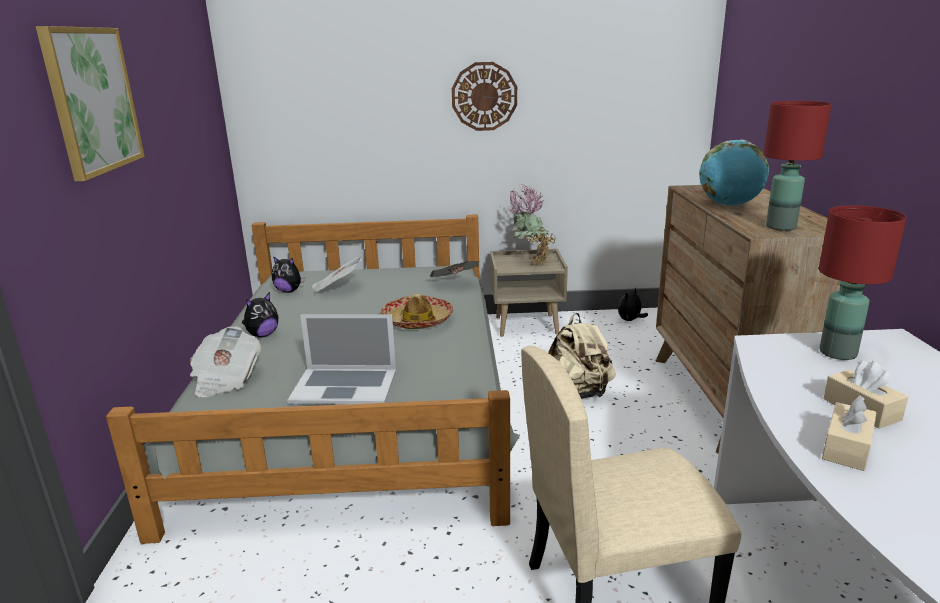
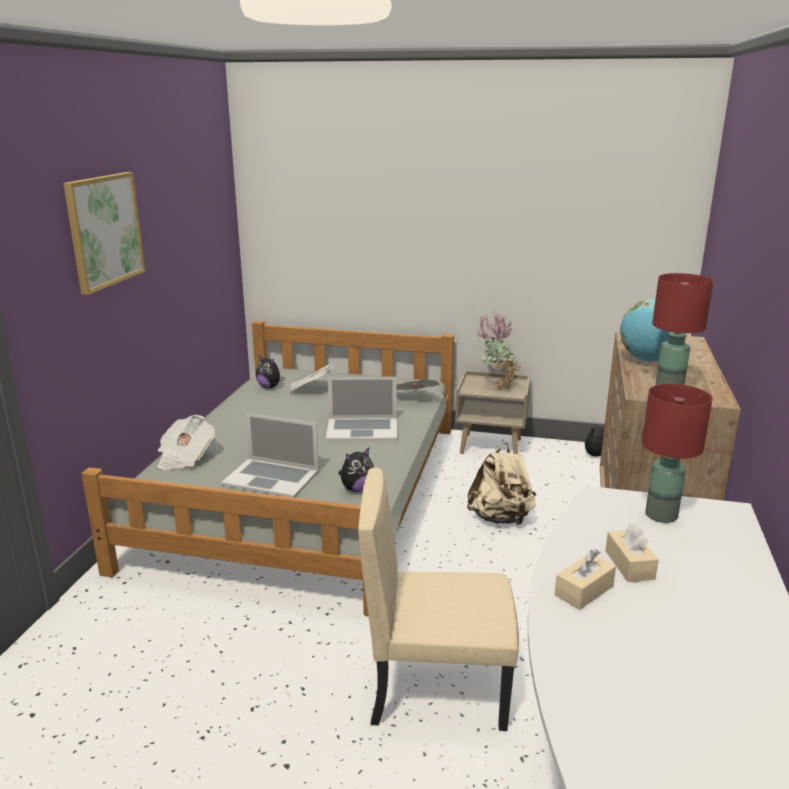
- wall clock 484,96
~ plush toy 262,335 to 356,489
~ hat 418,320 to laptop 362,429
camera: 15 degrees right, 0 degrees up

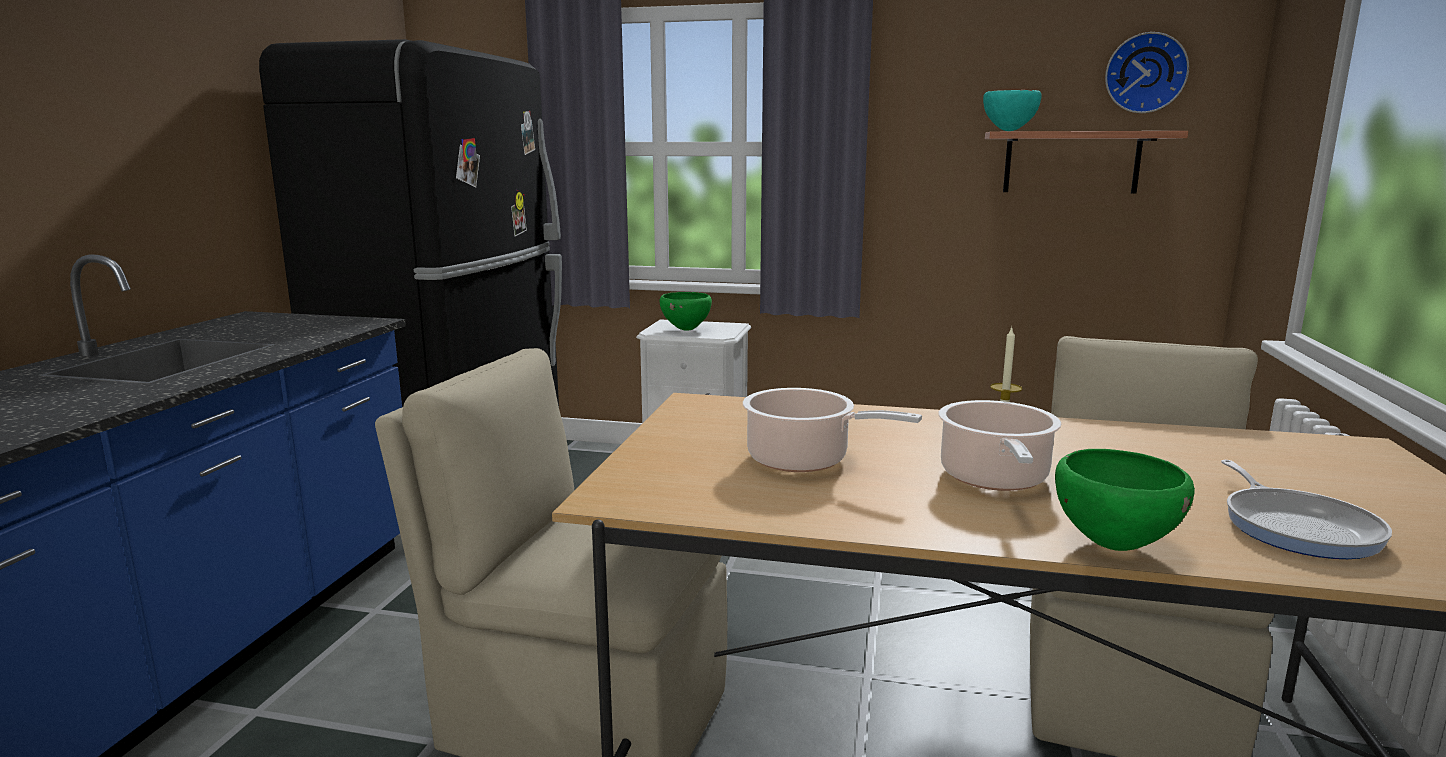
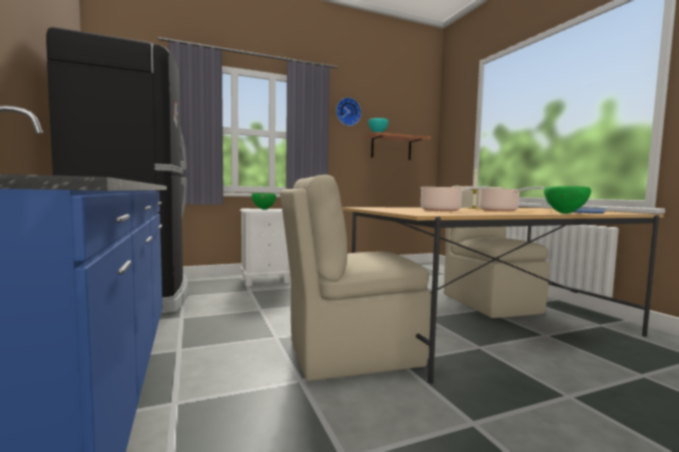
~ wall clock 1145,73 to 347,112
camera: 35 degrees left, 10 degrees down

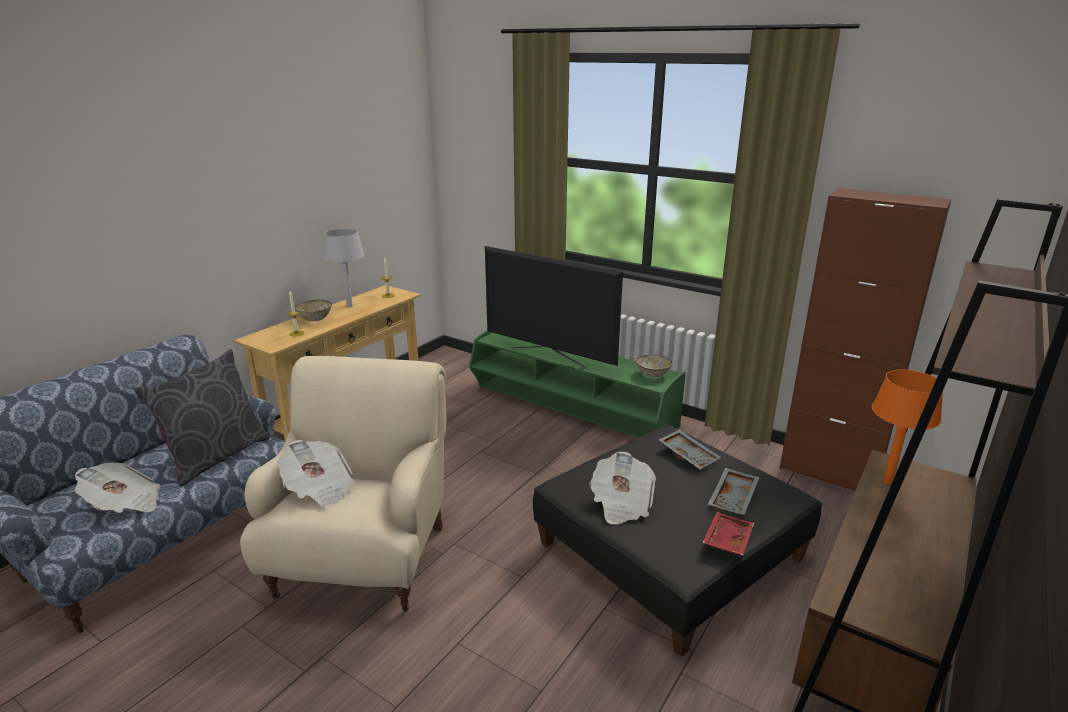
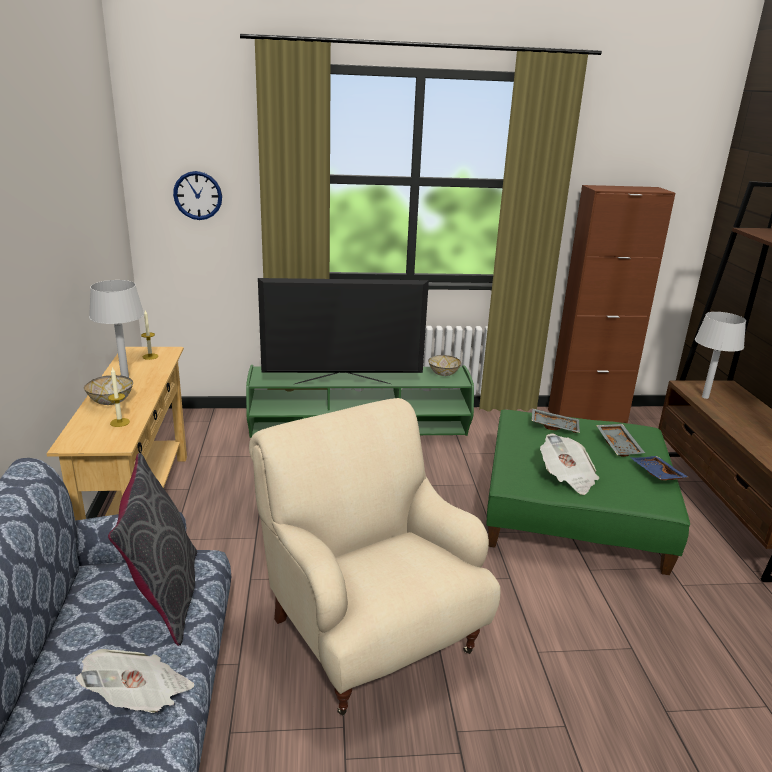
~ orange table lamp 887,481 to grey table lamp 704,397
~ black ottoman 669,550 to green ottoman 572,509
- newspaper 319,489
~ red tray 726,540 to blue tray 655,474
+ wall clock 198,195
camera: 40 degrees left, 0 degrees up

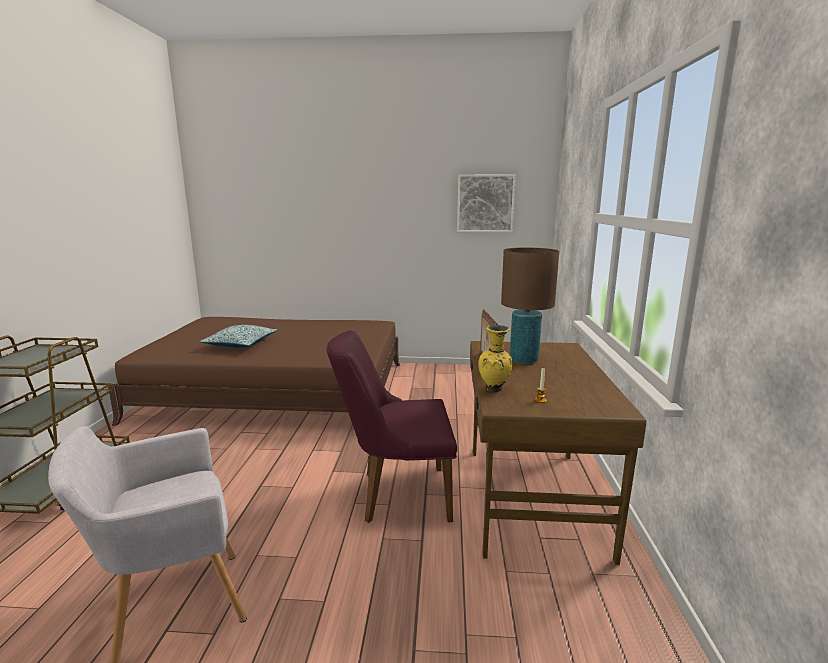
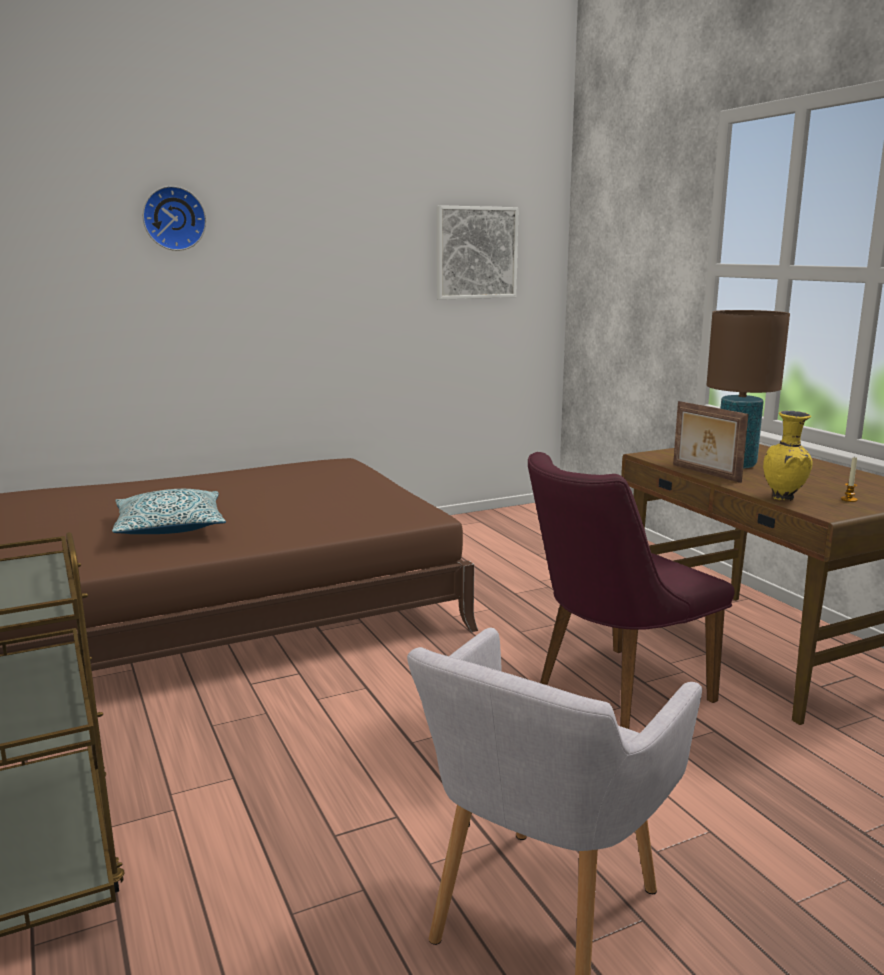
+ wall clock 173,218
camera: 30 degrees left, 0 degrees up

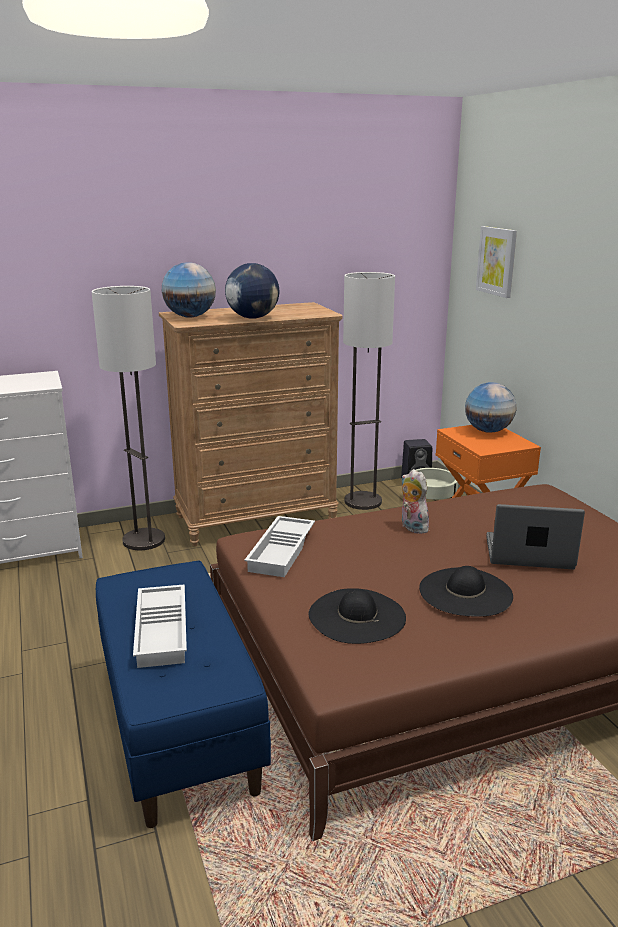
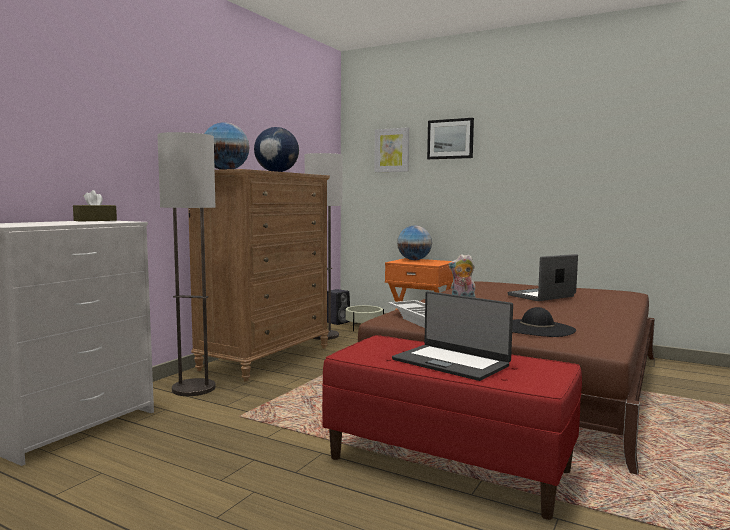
~ blue bench 180,725 to red bench 448,464
- black hat 465,592
~ white tray 163,631 to laptop 451,362
+ picture 450,139
+ brown tissue box 95,220
camera: 40 degrees left, 15 degrees down

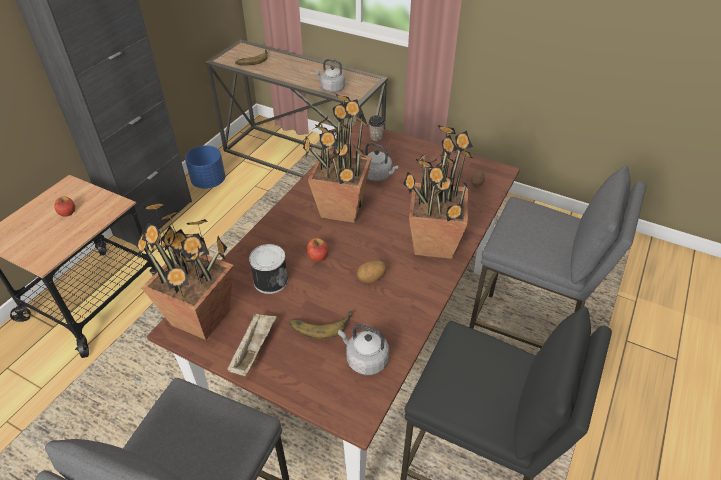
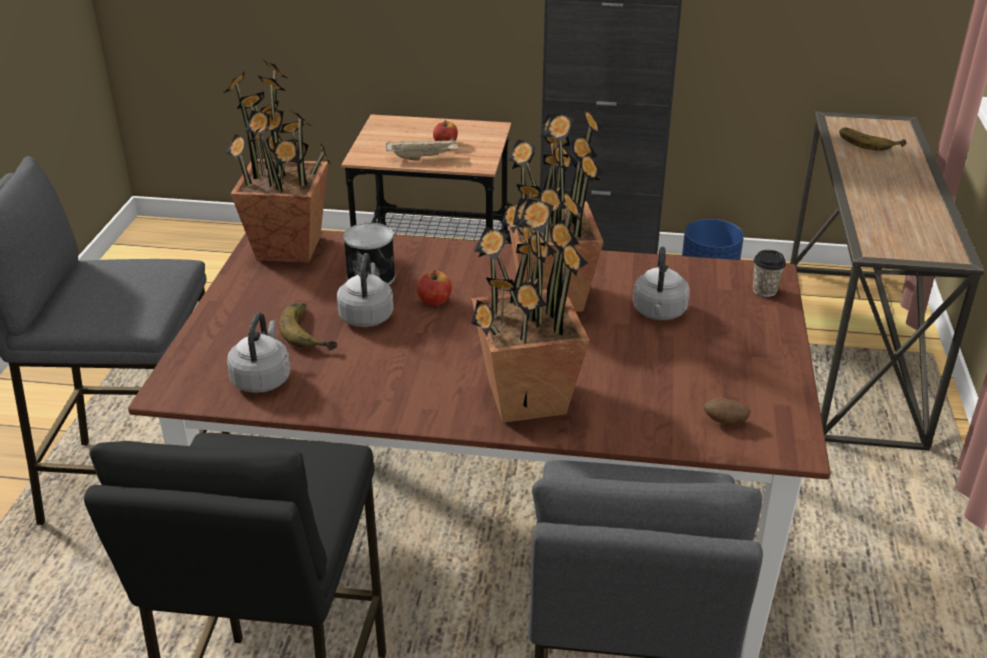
~ grey kettle 331,88 to 367,315
- potato 371,278
~ beige tray 253,349 to 423,157
camera: 70 degrees right, 10 degrees down

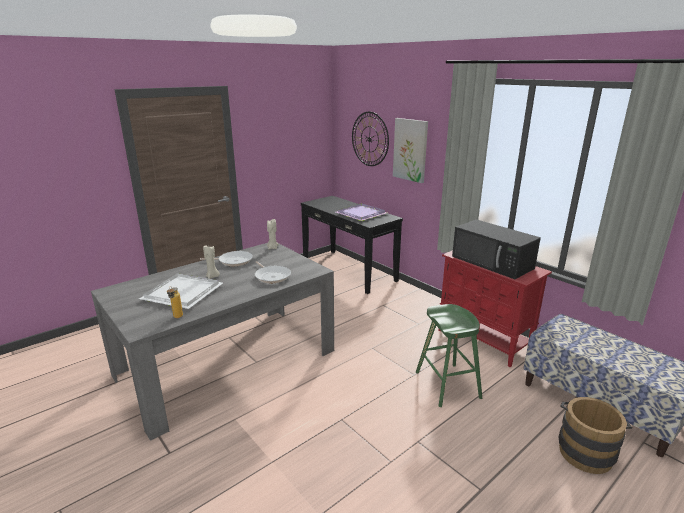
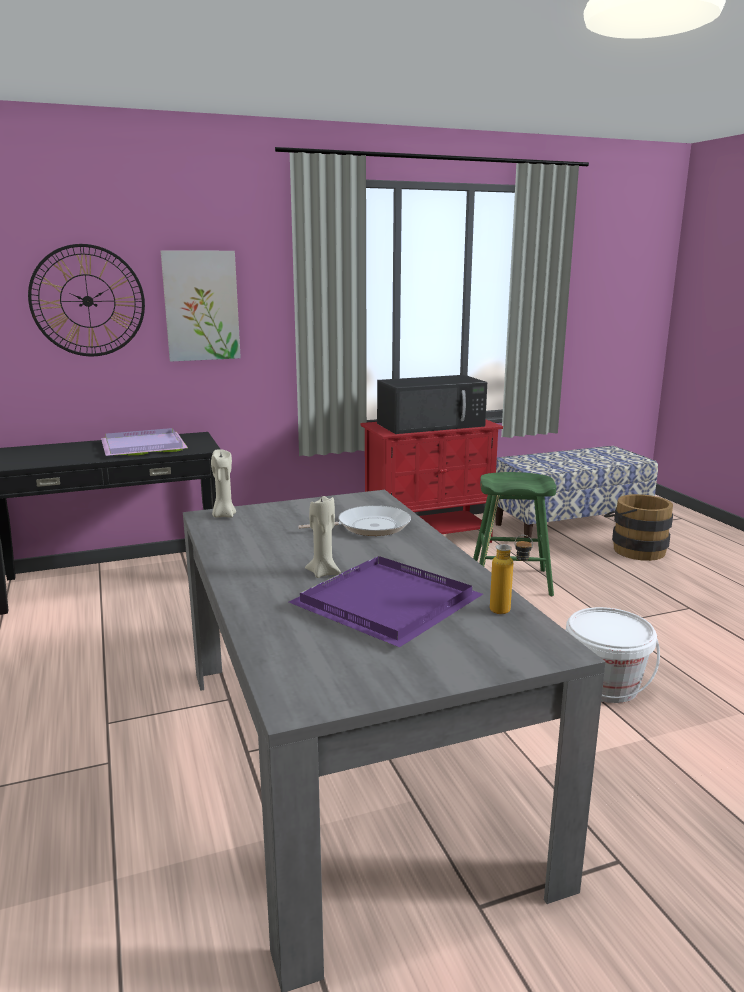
- frying pan 233,261
~ white tray 181,293 to purple tray 387,605
+ white bucket 604,685
camera: 70 degrees left, 5 degrees down

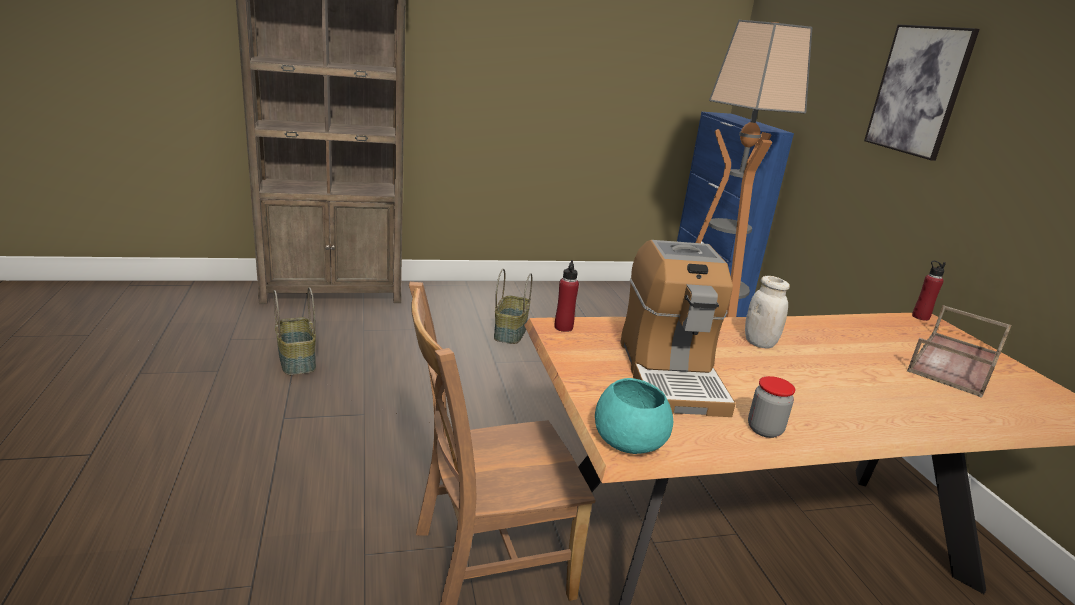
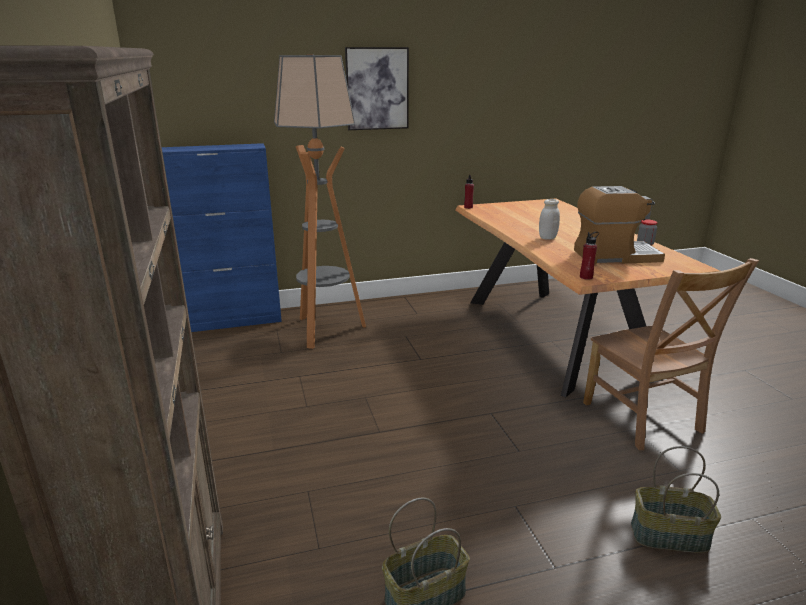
~ basket 509,332 to 669,537
- brown tray 956,364
- turquoise bowl 628,440
camera: 90 degrees left, 0 degrees up

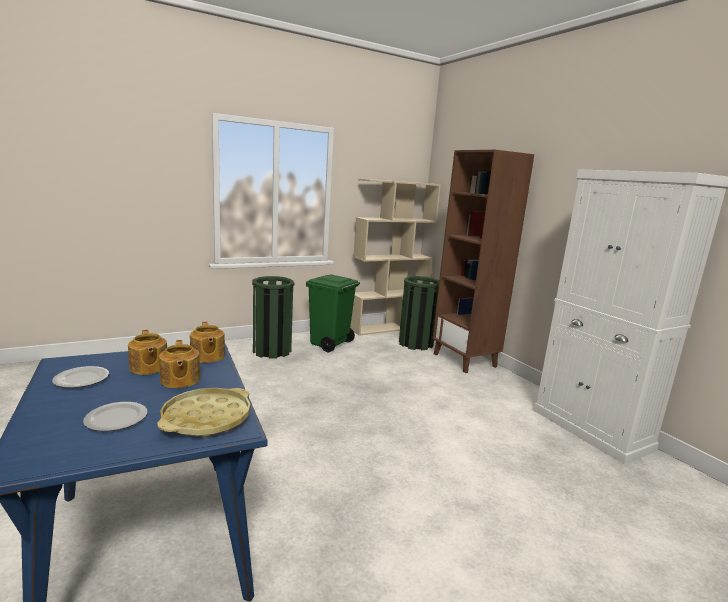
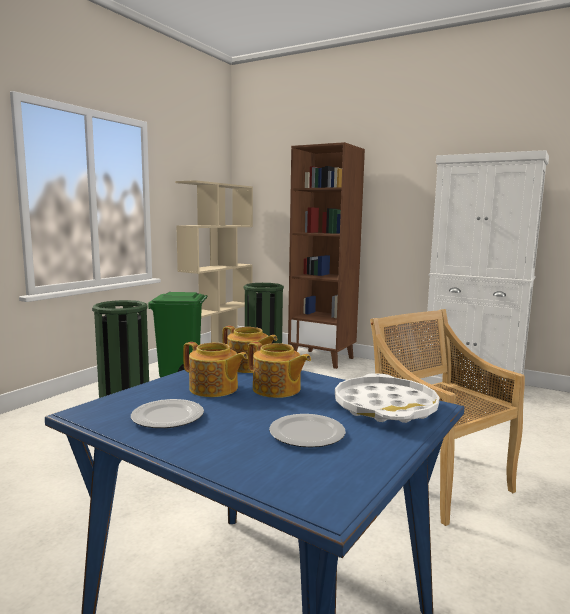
~ yellow tray 207,418 to white tray 385,407
+ beige chair 436,481
camera: 30 degrees left, 5 degrees down

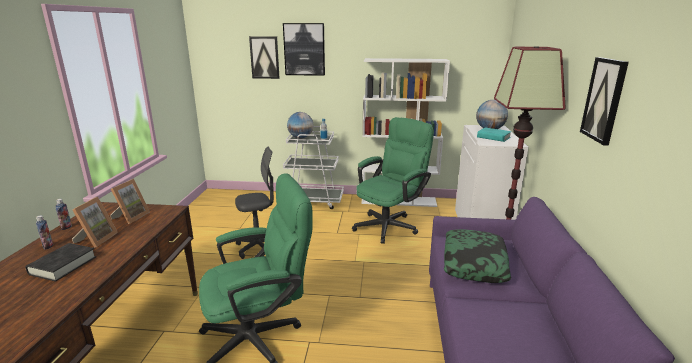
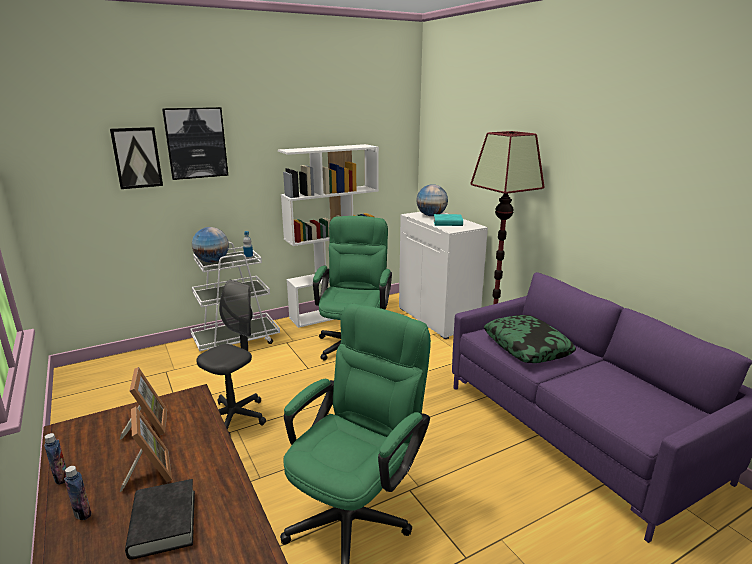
- picture 604,100
camera: 35 degrees left, 0 degrees up

